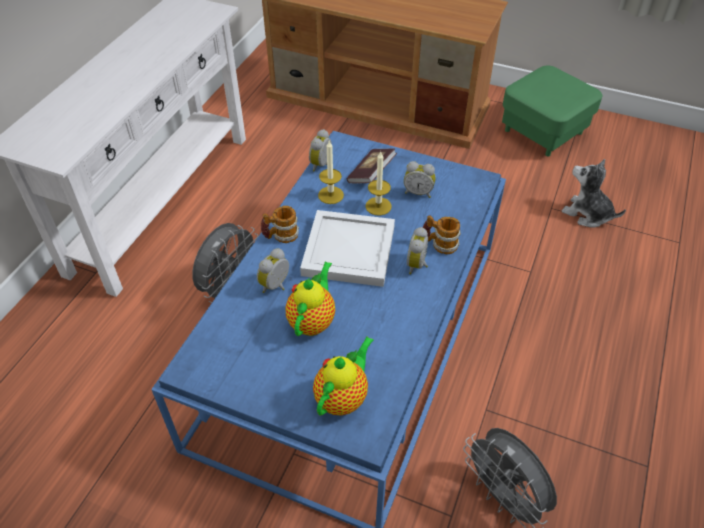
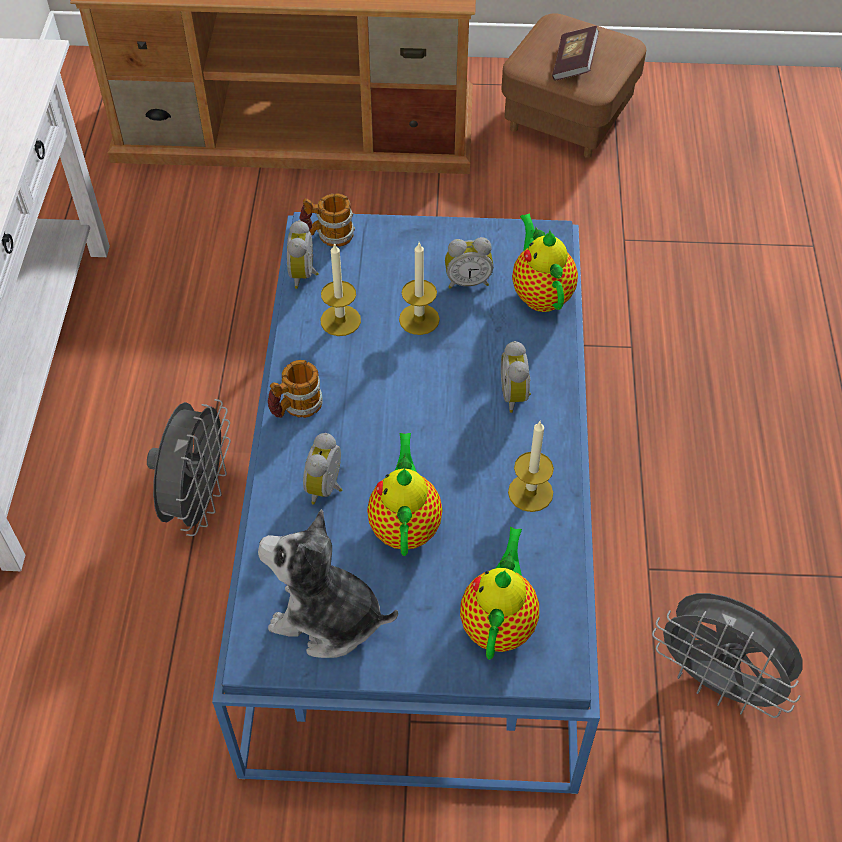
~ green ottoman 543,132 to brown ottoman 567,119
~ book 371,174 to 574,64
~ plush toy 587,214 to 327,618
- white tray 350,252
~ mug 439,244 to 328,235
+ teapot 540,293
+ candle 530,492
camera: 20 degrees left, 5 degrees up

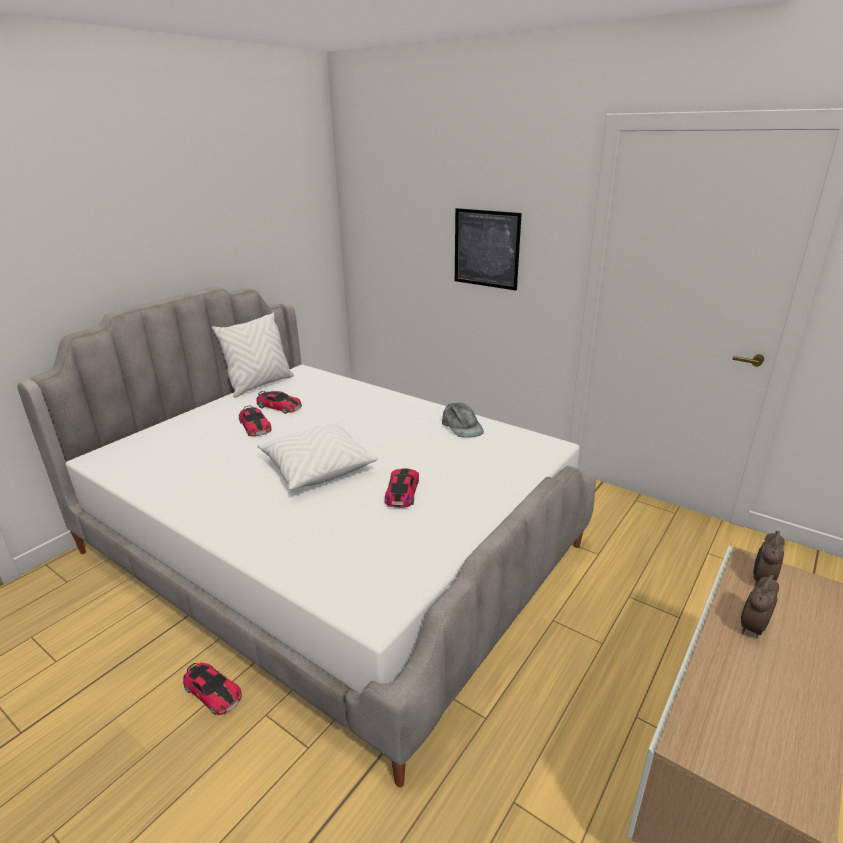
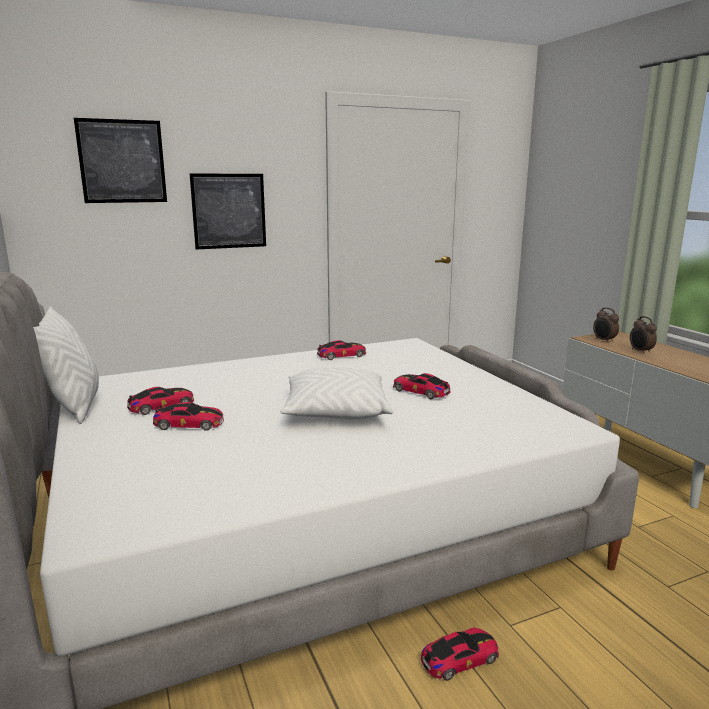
~ grey cap 461,427 to toy car 341,355
+ picture 122,161
camera: 60 degrees left, 10 degrees down

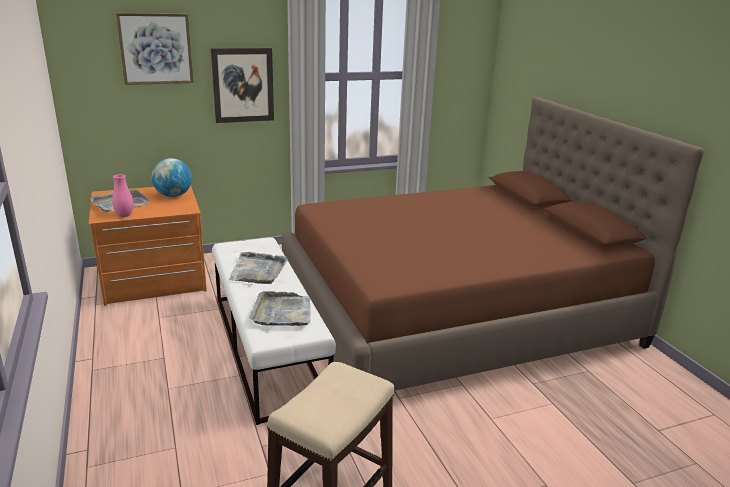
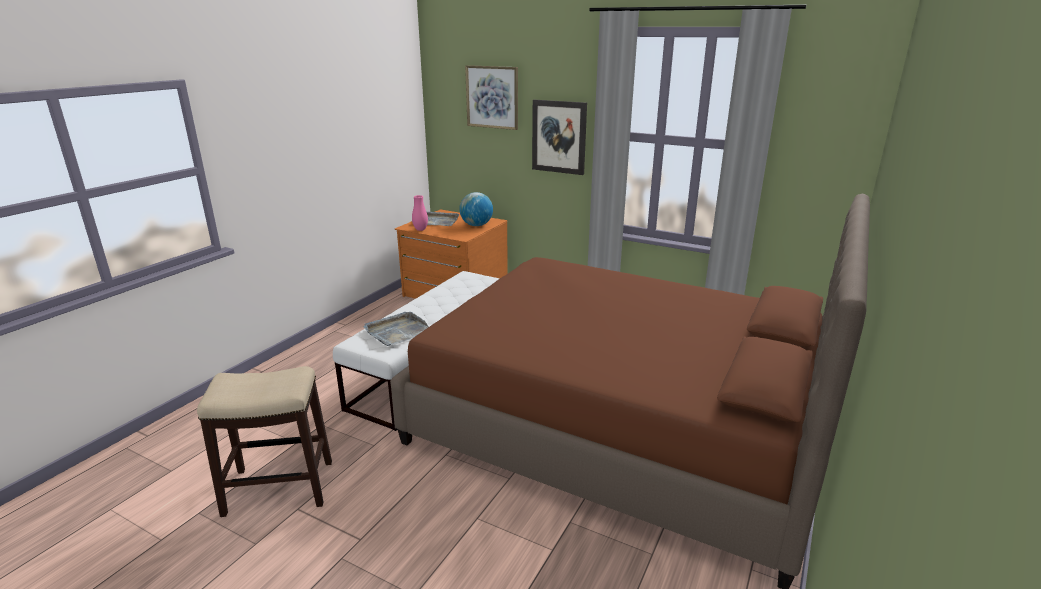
- grey tray 258,270
camera: 50 degrees right, 0 degrees up

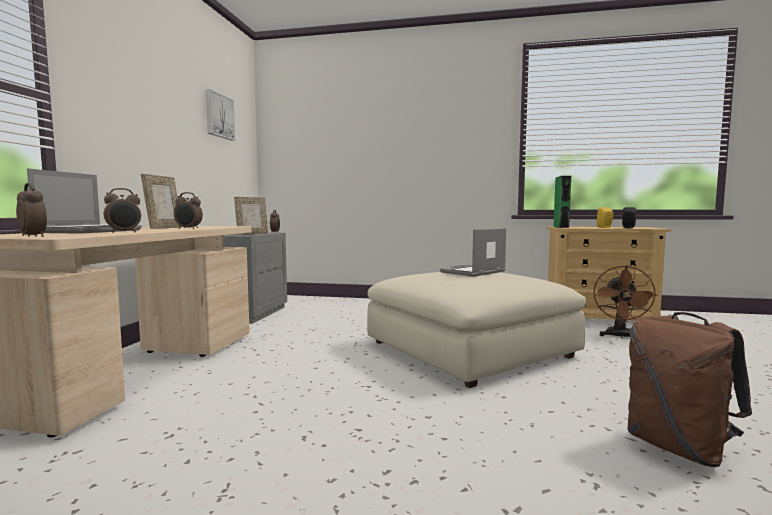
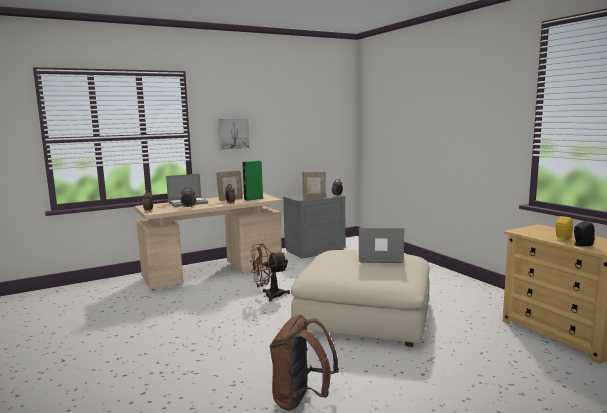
~ picture 219,116 to 233,134
~ green speaker 561,227 to 253,199
~ brown fan 620,336 to 269,296
camera: 50 degrees right, 5 degrees up

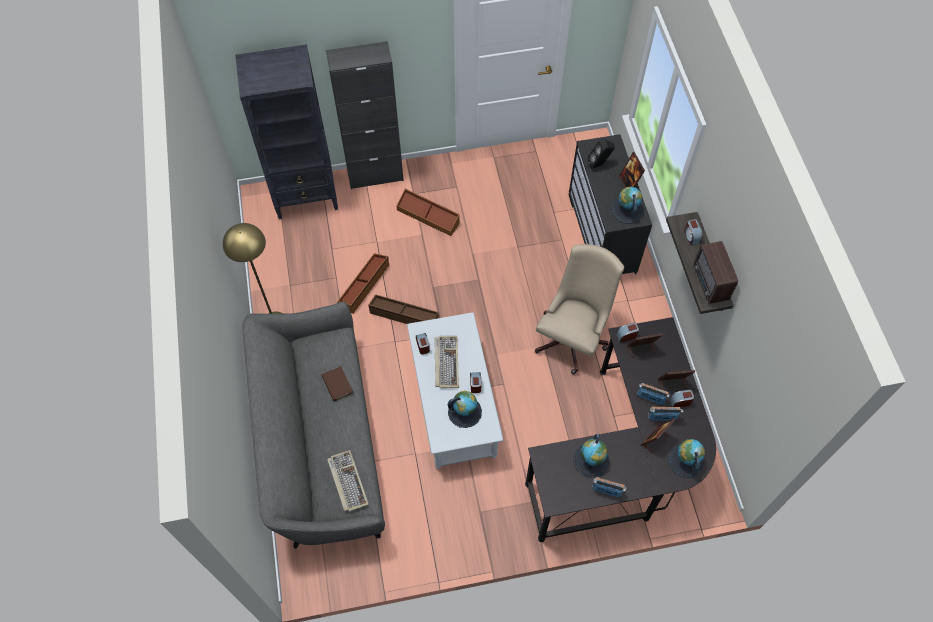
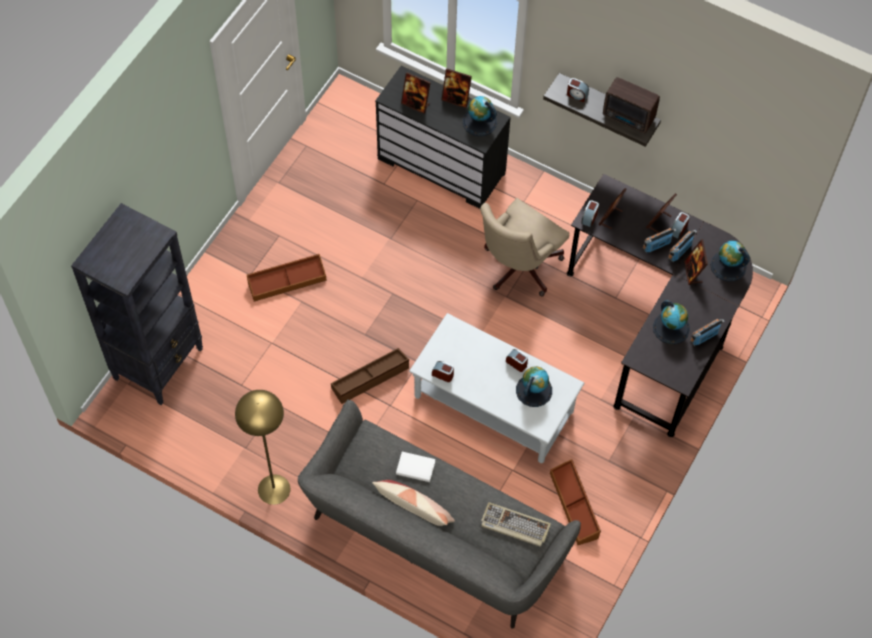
- black cabinet 375,175
~ black speaker 599,164 to picture frame 415,104
~ beige office chair 573,337 = 517,268 120 degrees counterclockwise
~ brown storage box 364,285 to 575,505
- keyboard 446,362
~ brown book 337,384 to white book 415,468
+ pillow 414,509
camera: 50 degrees left, 0 degrees up

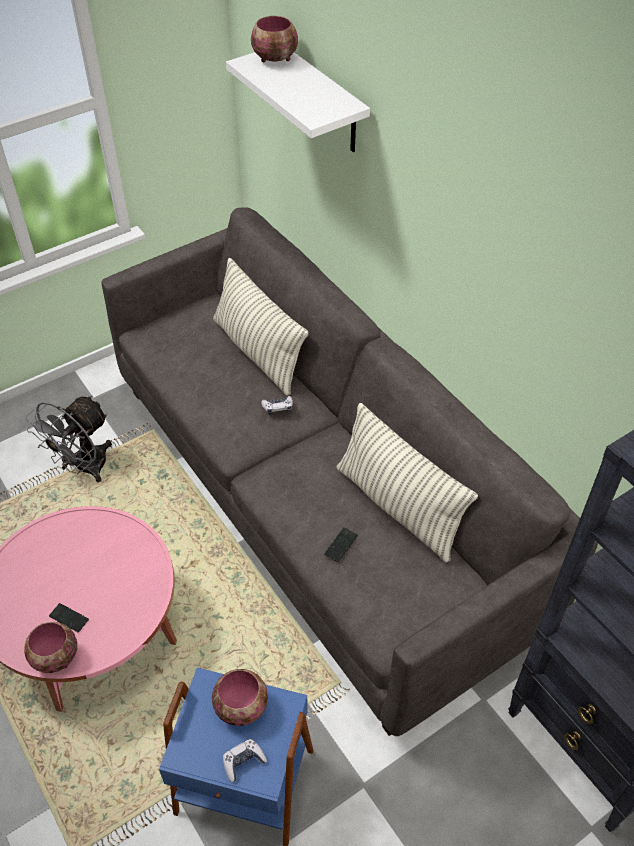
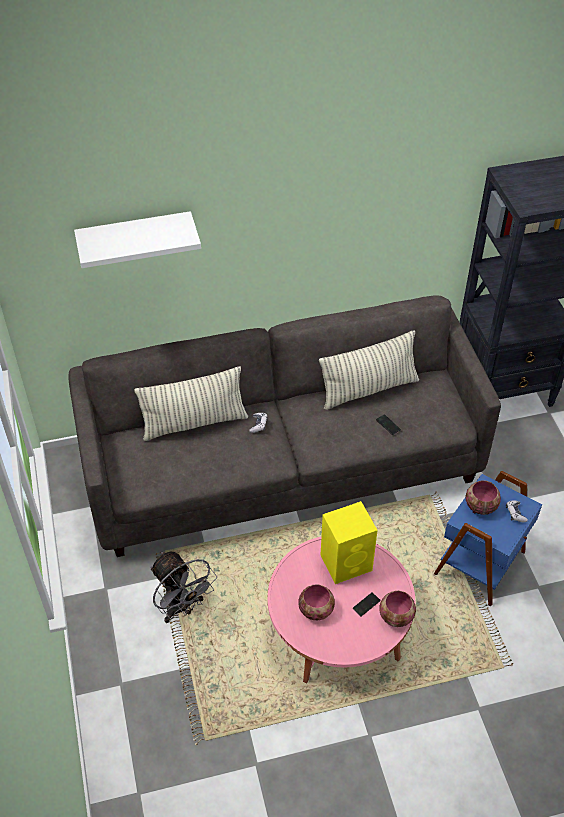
~ bowl 276,59 to 316,609
+ yellow speaker 347,562
camera: 70 degrees left, 0 degrees up

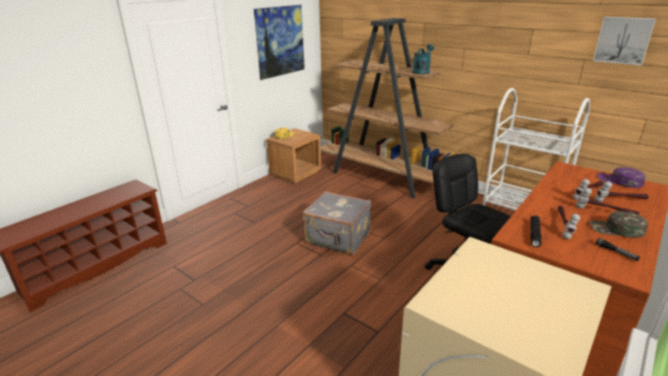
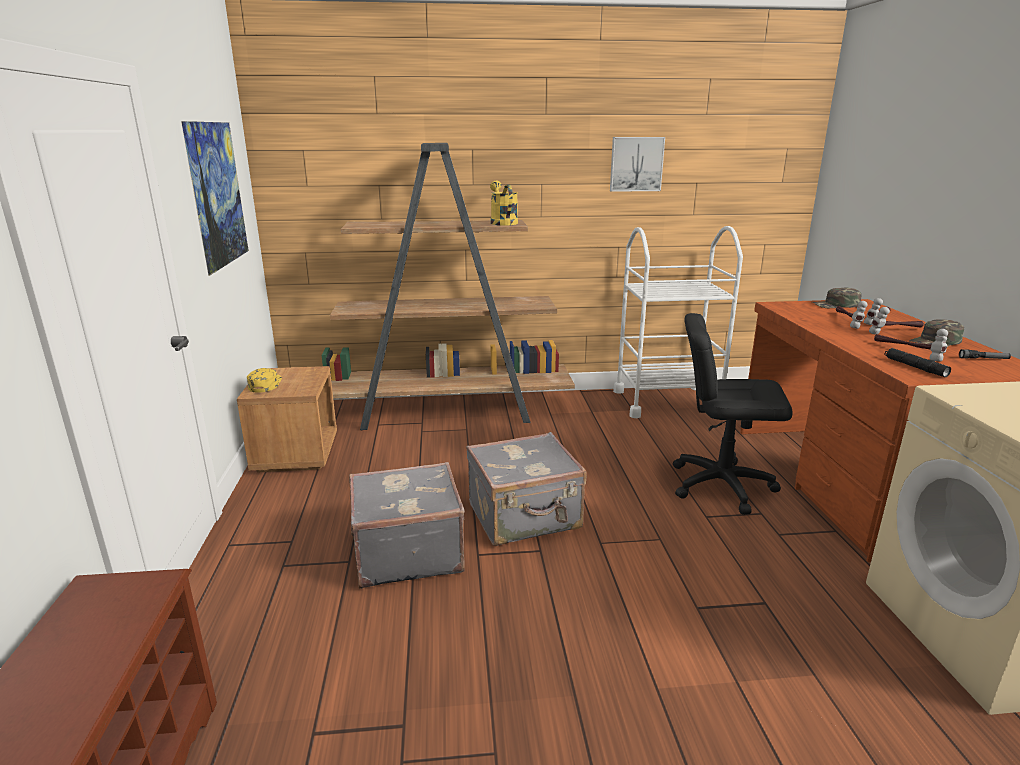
~ picture 623,40 to 636,164
~ turquoise watering can 422,71 to yellow watering can 502,222
~ purple cap 619,181 to green cap 835,305
+ grey suitcase 407,552
camera: 45 degrees left, 5 degrees down

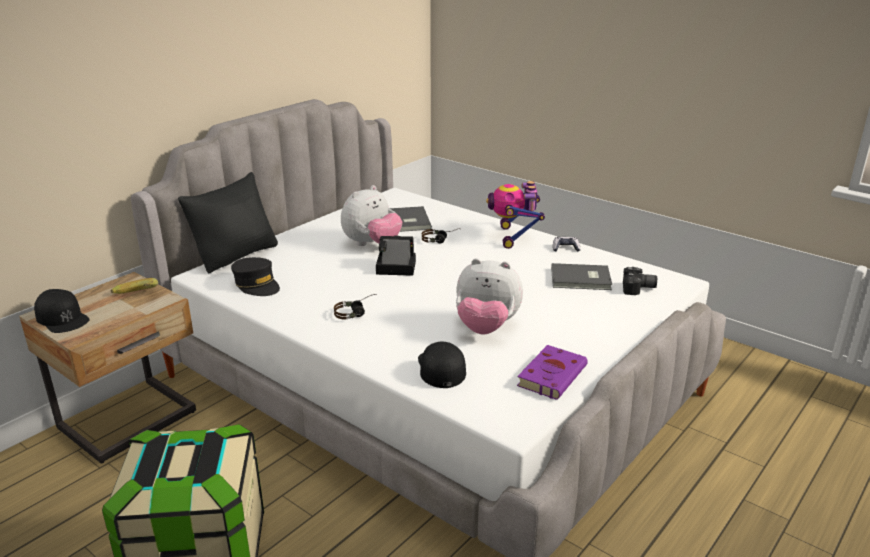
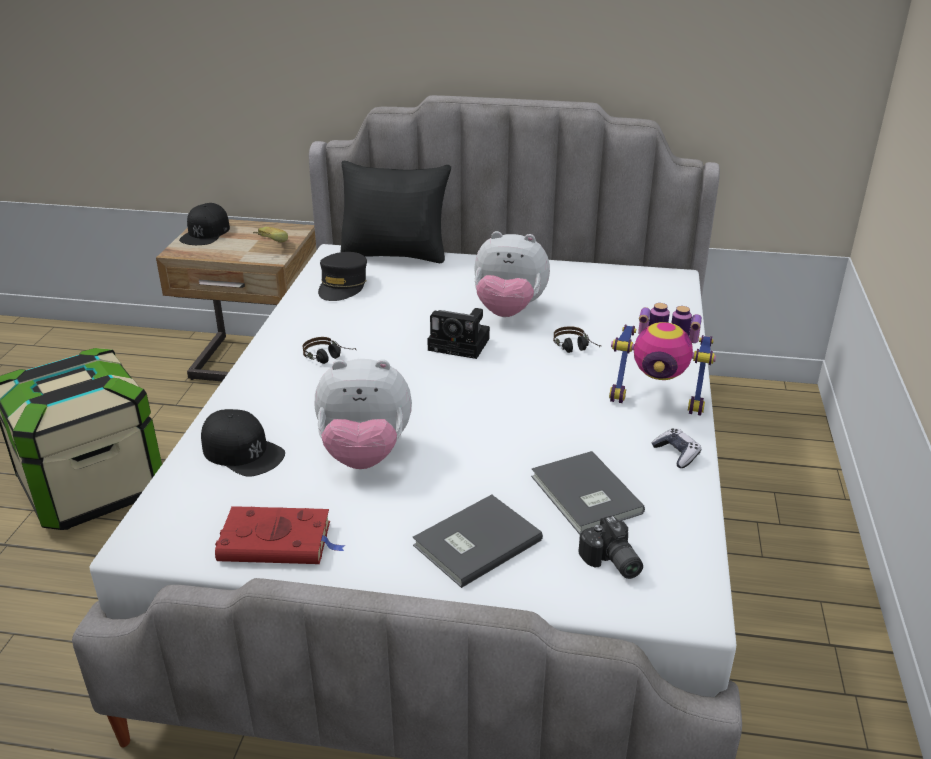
~ toy robot 514,237 = 657,400 135 degrees counterclockwise
~ grey book 408,221 to 474,542
~ photo camera 394,268 = 461,344 135 degrees clockwise
~ plush toy 486,327 = 365,454 75 degrees counterclockwise
~ black cap 441,368 = 242,451 75 degrees clockwise
~ purple book 552,375 to red book 279,542
camera: 60 degrees right, 5 degrees up

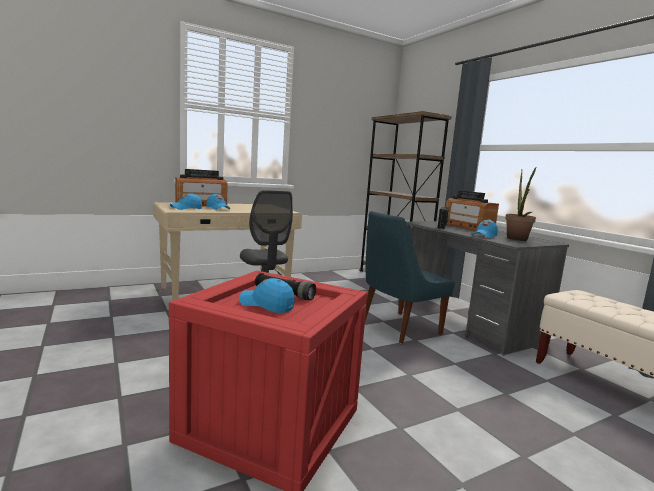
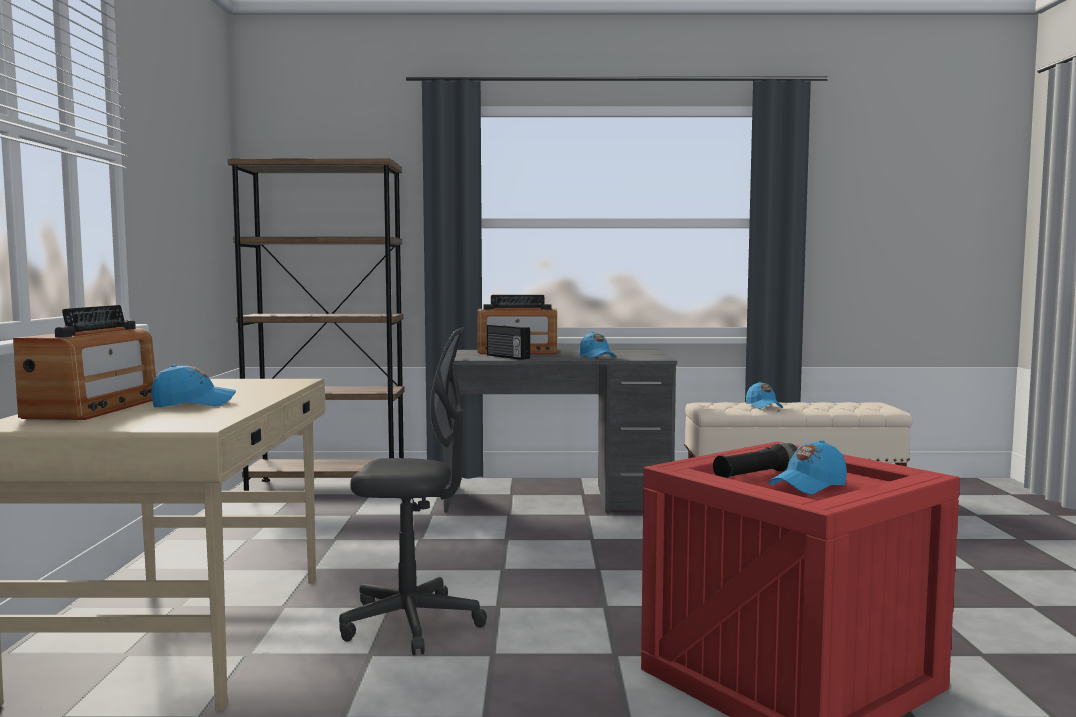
- potted plant 517,239
~ blue cap 186,208 to 763,406
- blue chair 398,328
camera: 60 degrees left, 5 degrees down

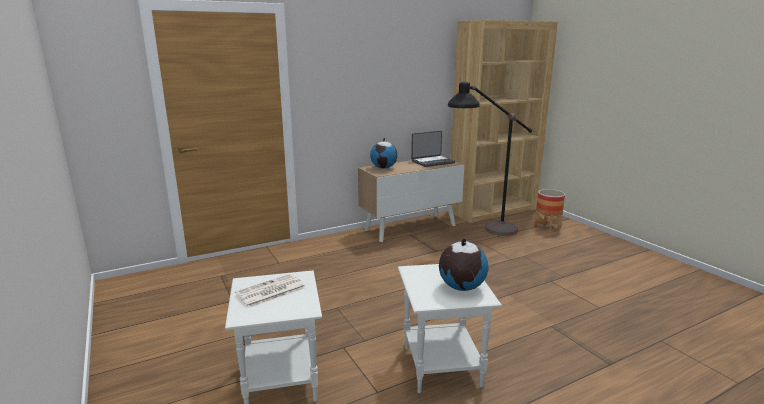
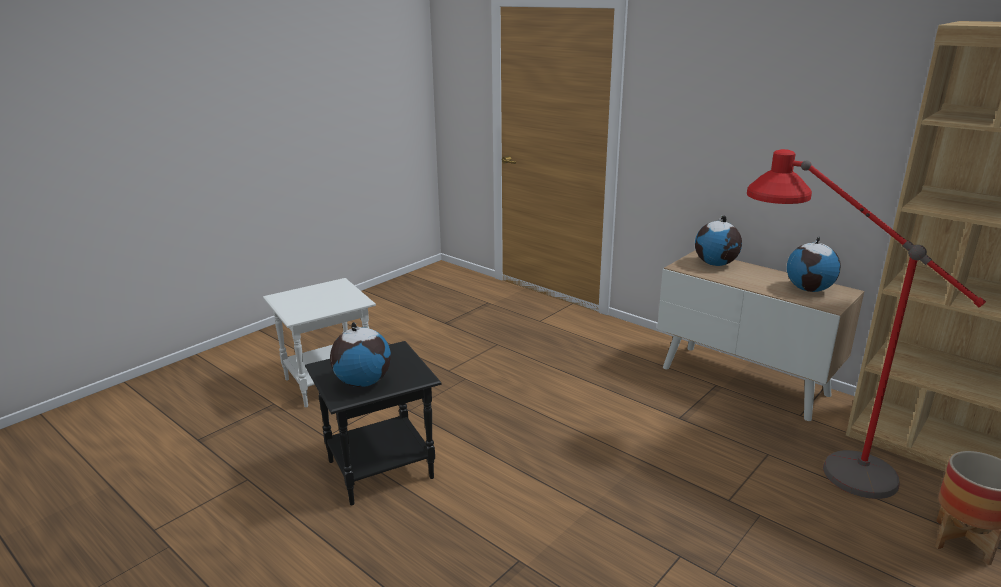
~ black floor lamp 483,234 to red floor lamp 809,456
~ laptop 432,162 to globe 809,289
~ white side table 441,365 to black side table 382,469
- newspaper 270,291
camera: 70 degrees right, 5 degrees up

